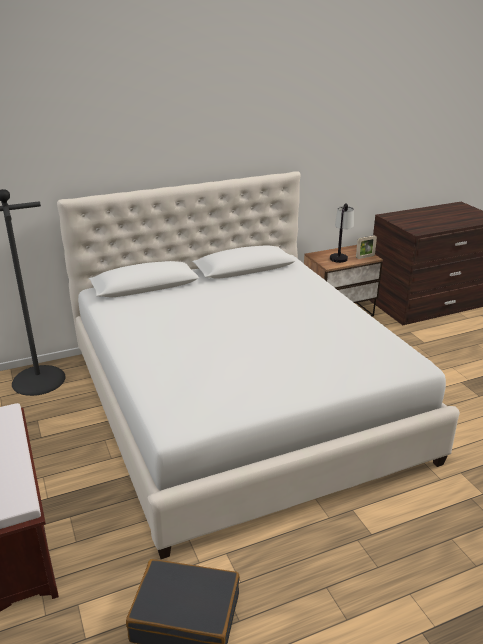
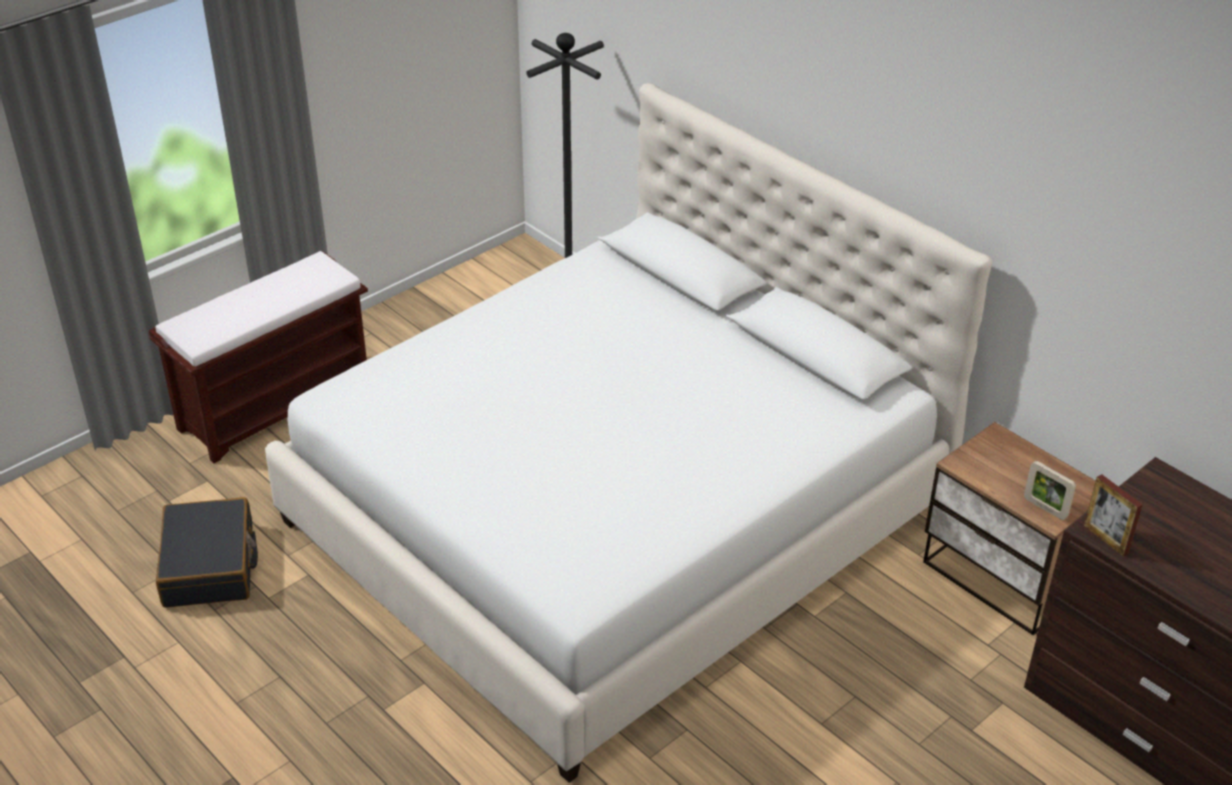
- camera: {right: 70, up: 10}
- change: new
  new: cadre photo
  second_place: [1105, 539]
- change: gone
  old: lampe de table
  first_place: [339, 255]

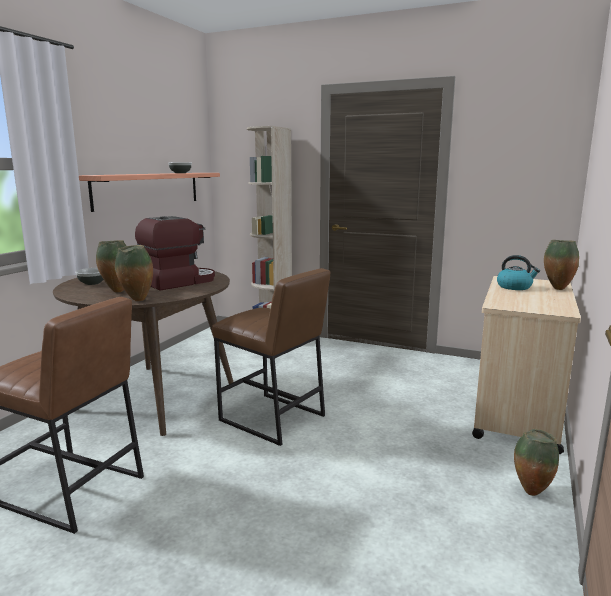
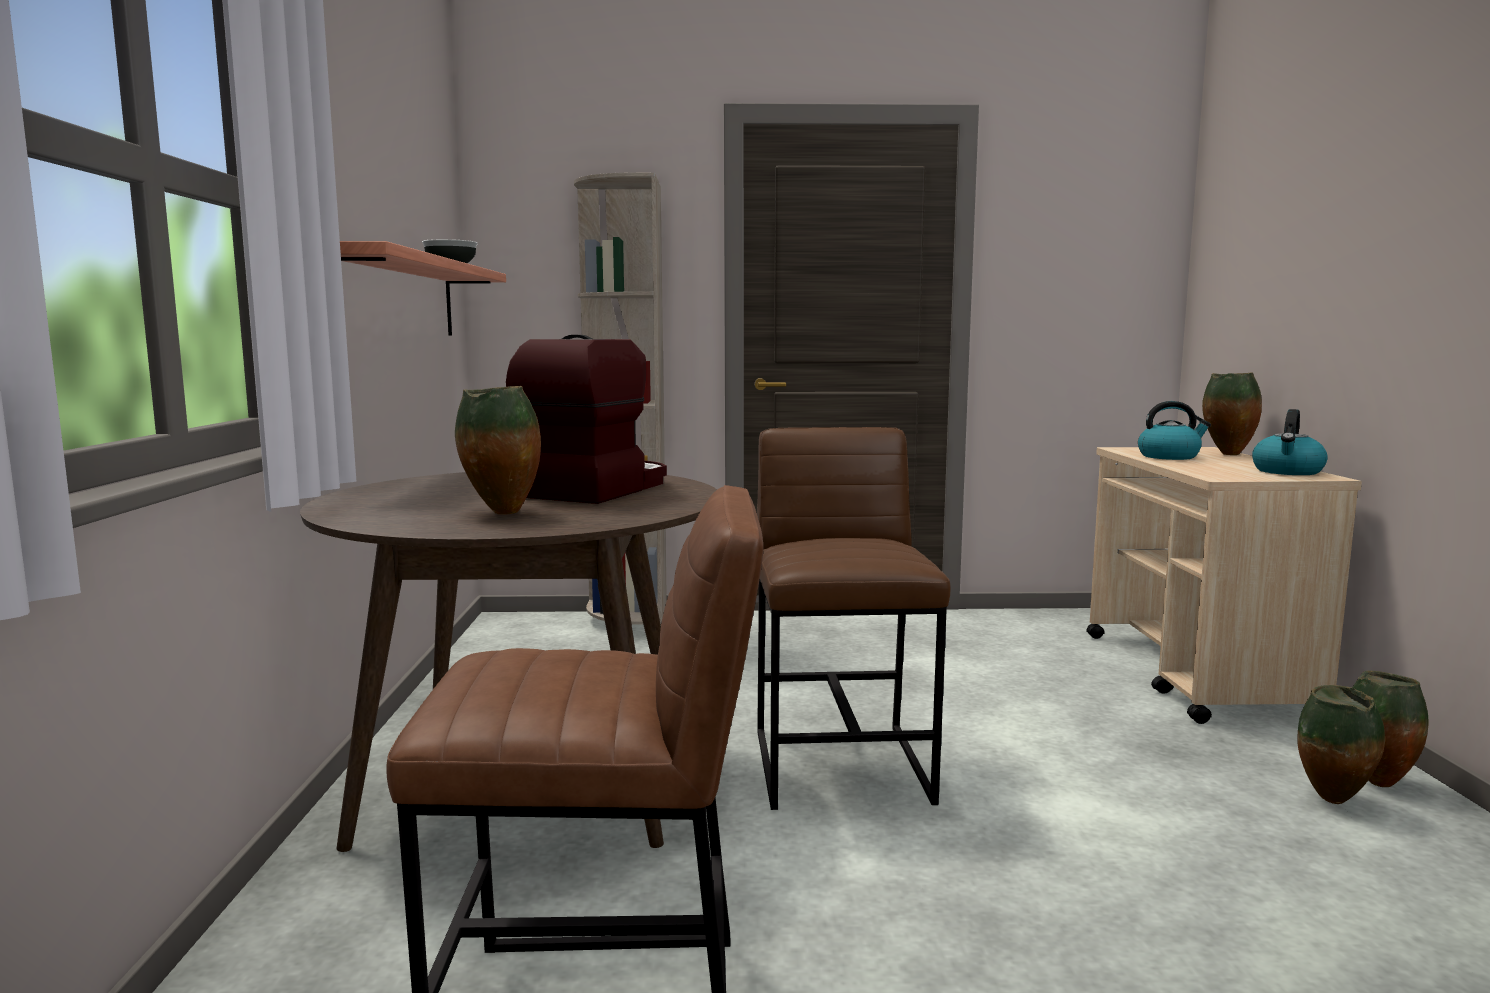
- camera: {right: -25, up: -5}
- change: rotated
  old: chaise (marron)
  first_place: [273, 418]
  second_place: [840, 763]
  degrees: -105
- change: new
  new: bouilloire
  second_place: [1287, 472]
- change: shifted
  old: vase
  first_place: [137, 300]
  second_place: [1334, 802]
- change: gone
  old: bol
  first_place: [93, 283]

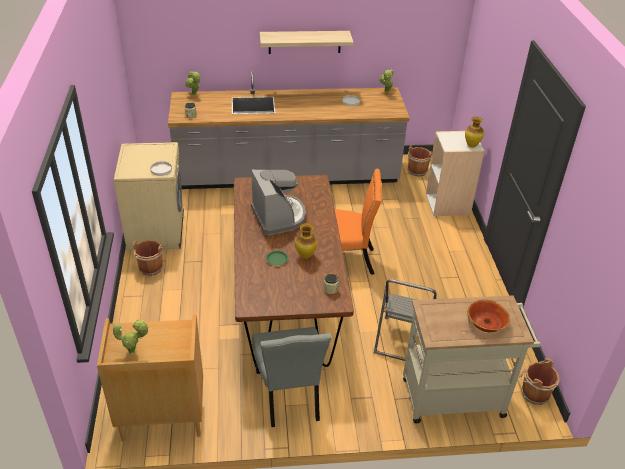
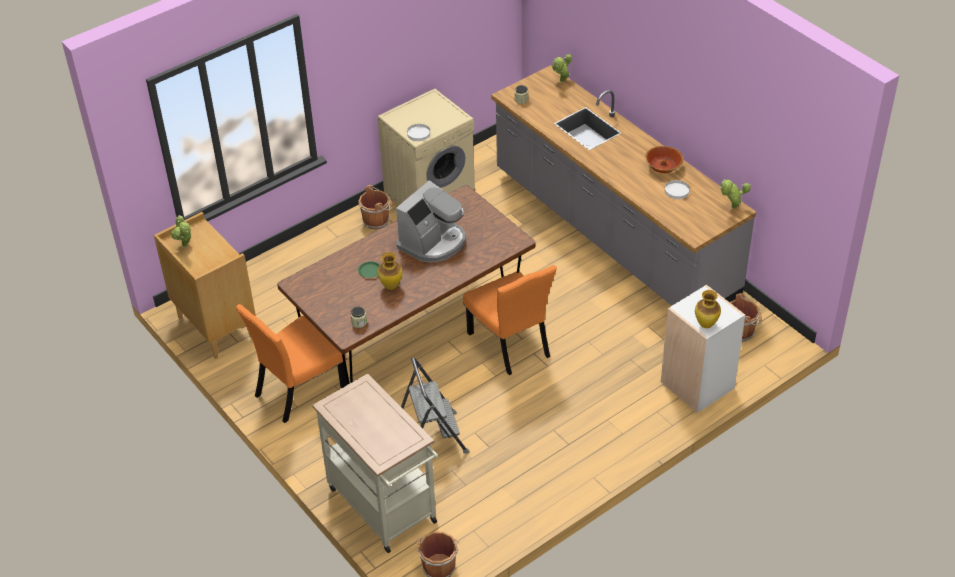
- camera: {right: 60, up: 5}
- change: repainted
  old: chaise (gris)
  new: chaise (orange)
  first_place: [289, 393]
  second_place: [300, 389]
- change: shifted
  old: bol
  first_place: [486, 323]
  second_place: [663, 166]
- change: gone
  old: étagère
  first_place: [304, 42]

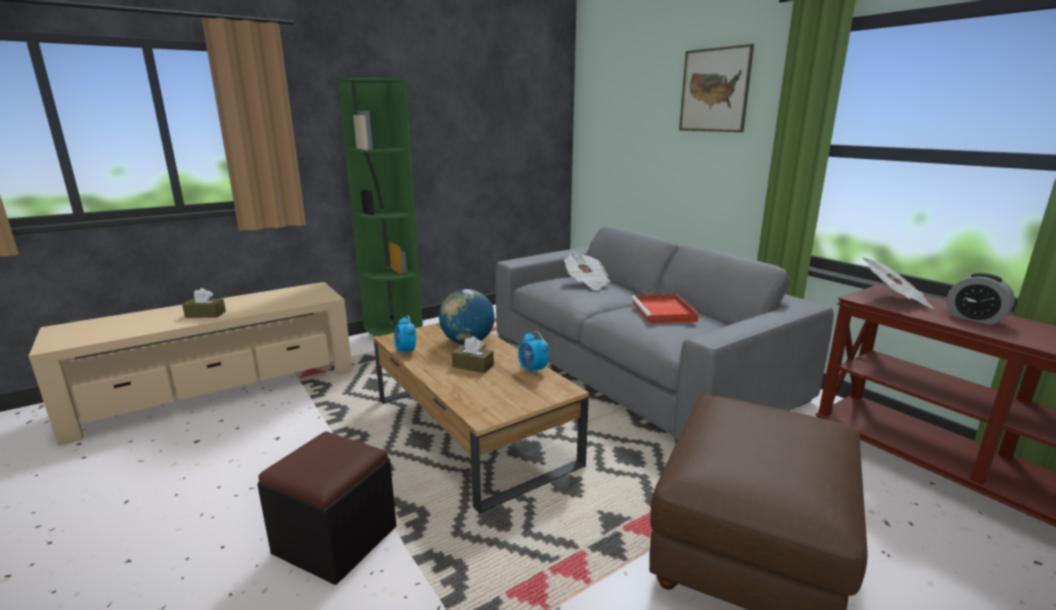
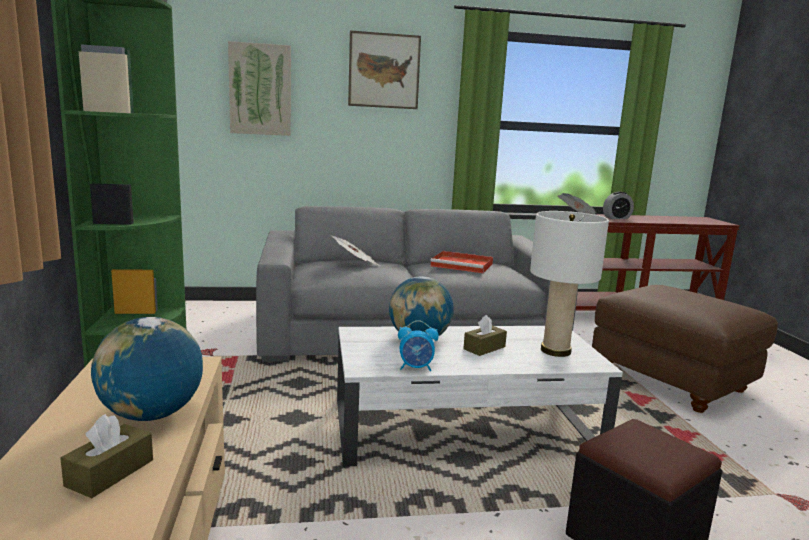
- camera: {right: -65, up: -5}
- change: new
  new: globe
  second_place: [151, 414]
- change: new
  new: tableau
  second_place: [260, 89]
- change: repainted
  old: table basse (marron)
  new: table basse (blanc)
  first_place: [472, 430]
  second_place: [466, 426]
- change: new
  new: lampe de table (blanc)
  second_place: [555, 351]
- change: gone
  old: réveil
  first_place: [532, 370]

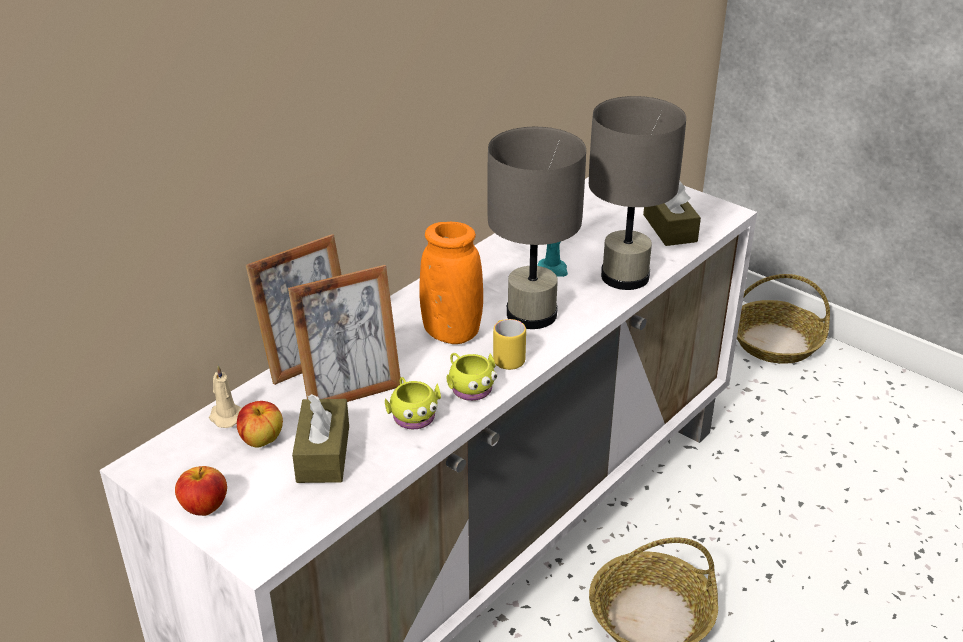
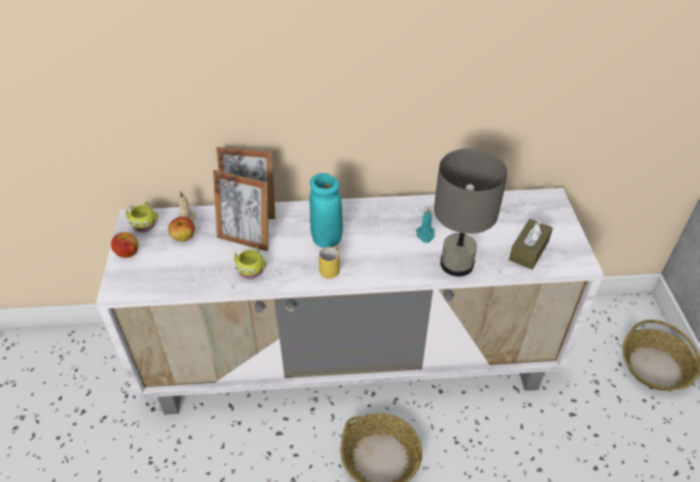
- camera: {right: 45, up: 10}
- change: shifted
  old: mug (jaune)
  first_place: [469, 387]
  second_place: [145, 223]
- change: repainted
  old: vase (orange)
  new: vase (turquoise)
  first_place: [452, 333]
  second_place: [326, 238]
- change: gone
  old: boîte à mouchoirs (marron)
  first_place: [323, 454]
- change: gone
  old: lampe de table (gris)
  first_place: [531, 314]

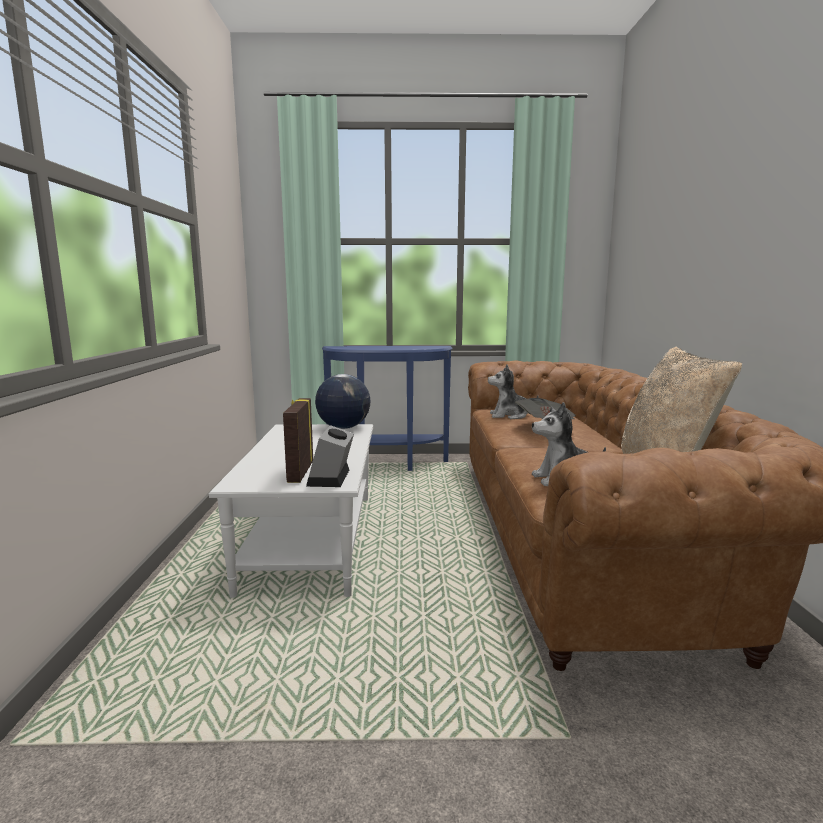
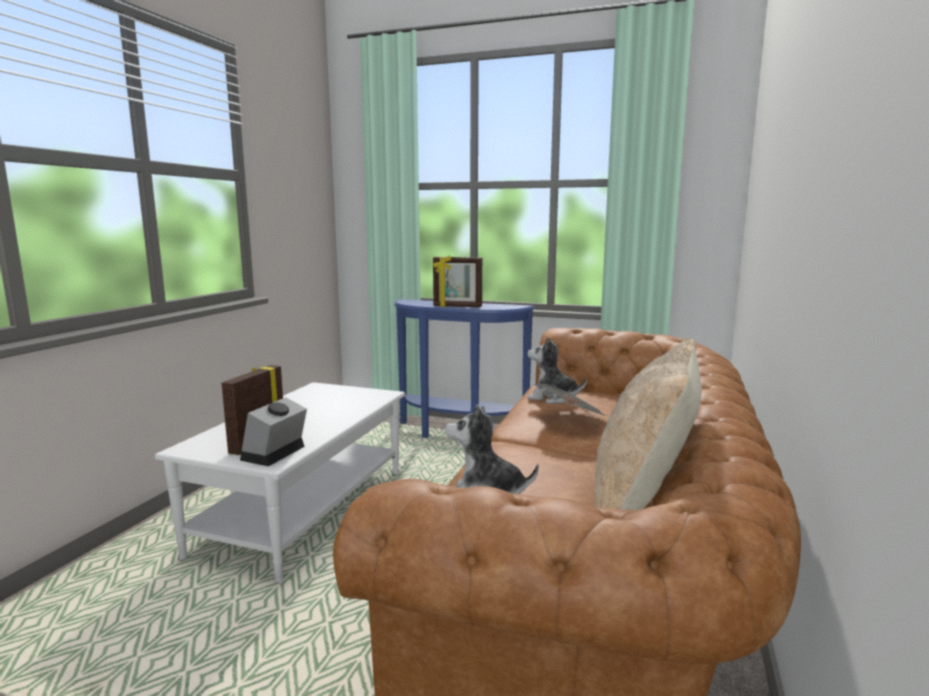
- camera: {right: 20, up: 0}
- change: new
  new: cadre photo
  second_place: [457, 306]
- change: gone
  old: globe
  first_place: [344, 428]

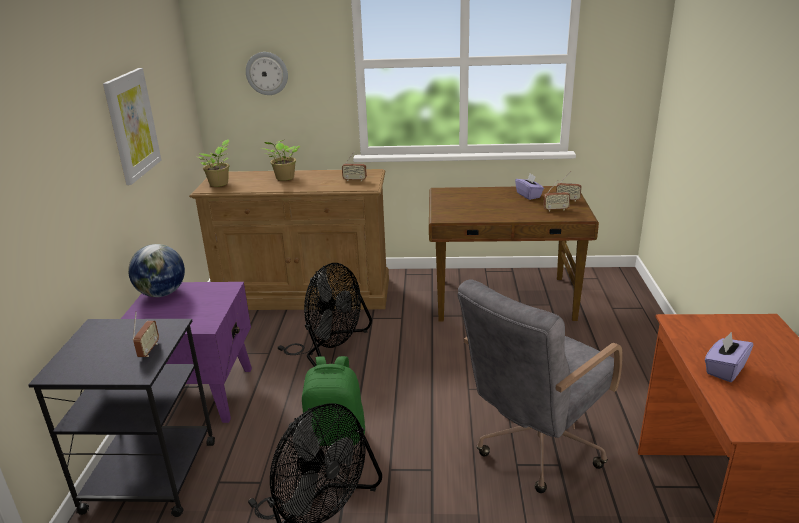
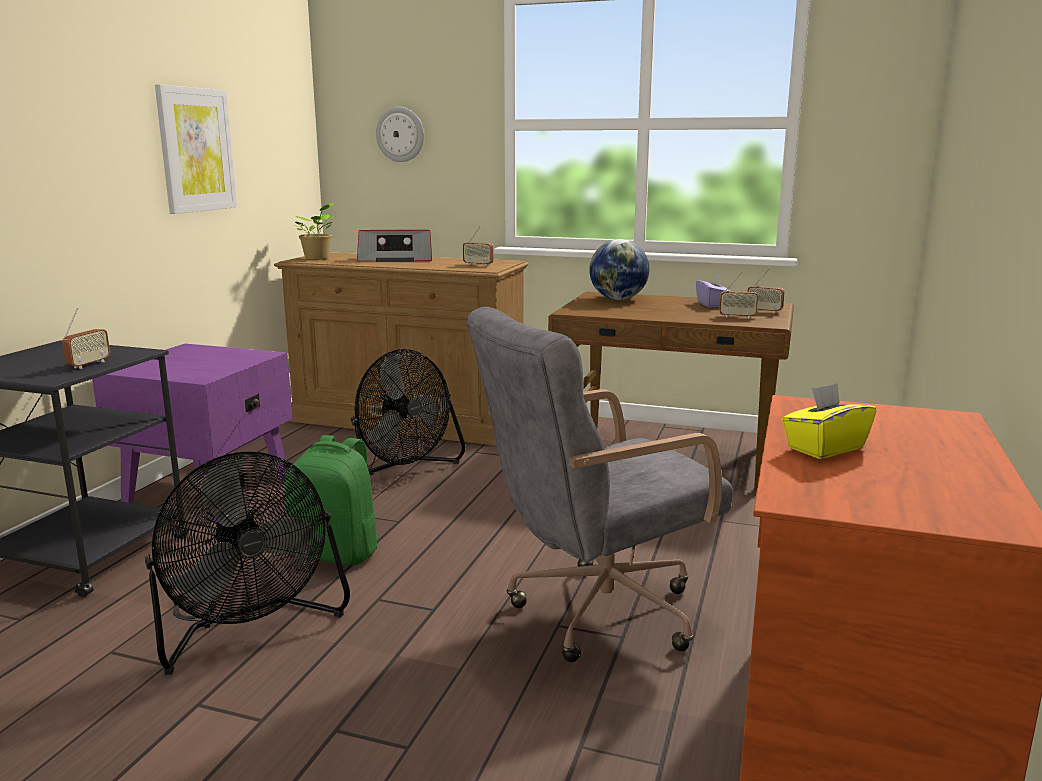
- camera: {right: 15, up: -10}
- change: swapped
  old: plante en pot
  new: radio
  first_place: [284, 178]
  second_place: [396, 259]
- change: shifted
  old: globe
  first_place: [161, 294]
  second_place: [618, 299]
- change: repainted
  old: boîte à mouchoirs (violet)
  new: boîte à mouchoirs (jaune)
  first_place: [724, 369]
  second_place: [824, 448]

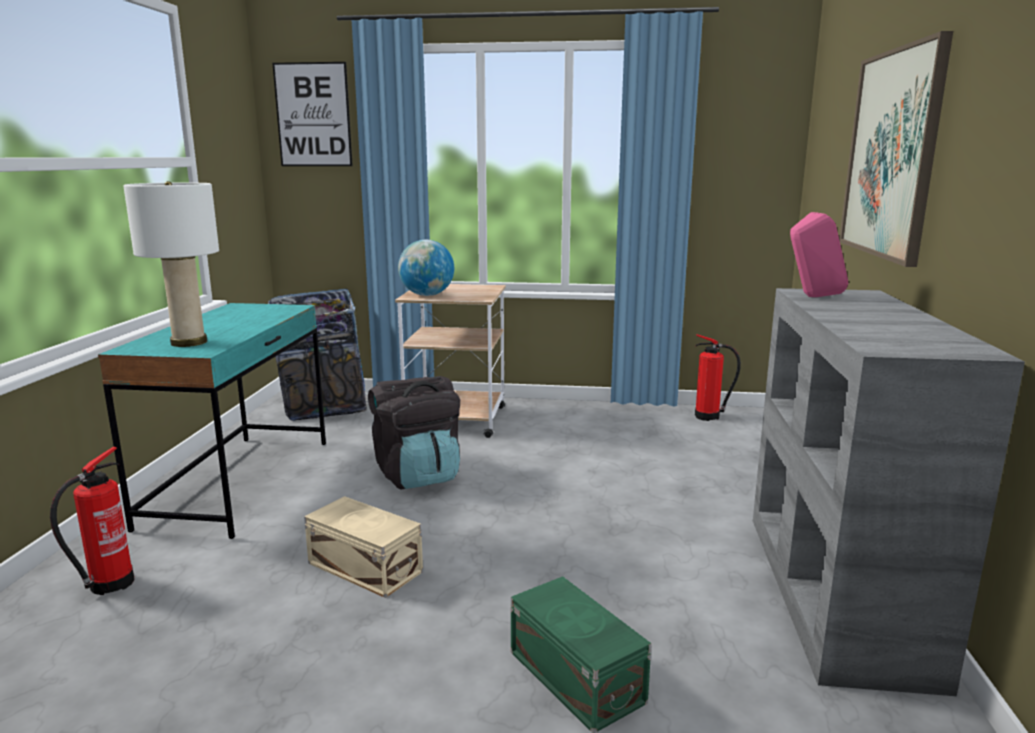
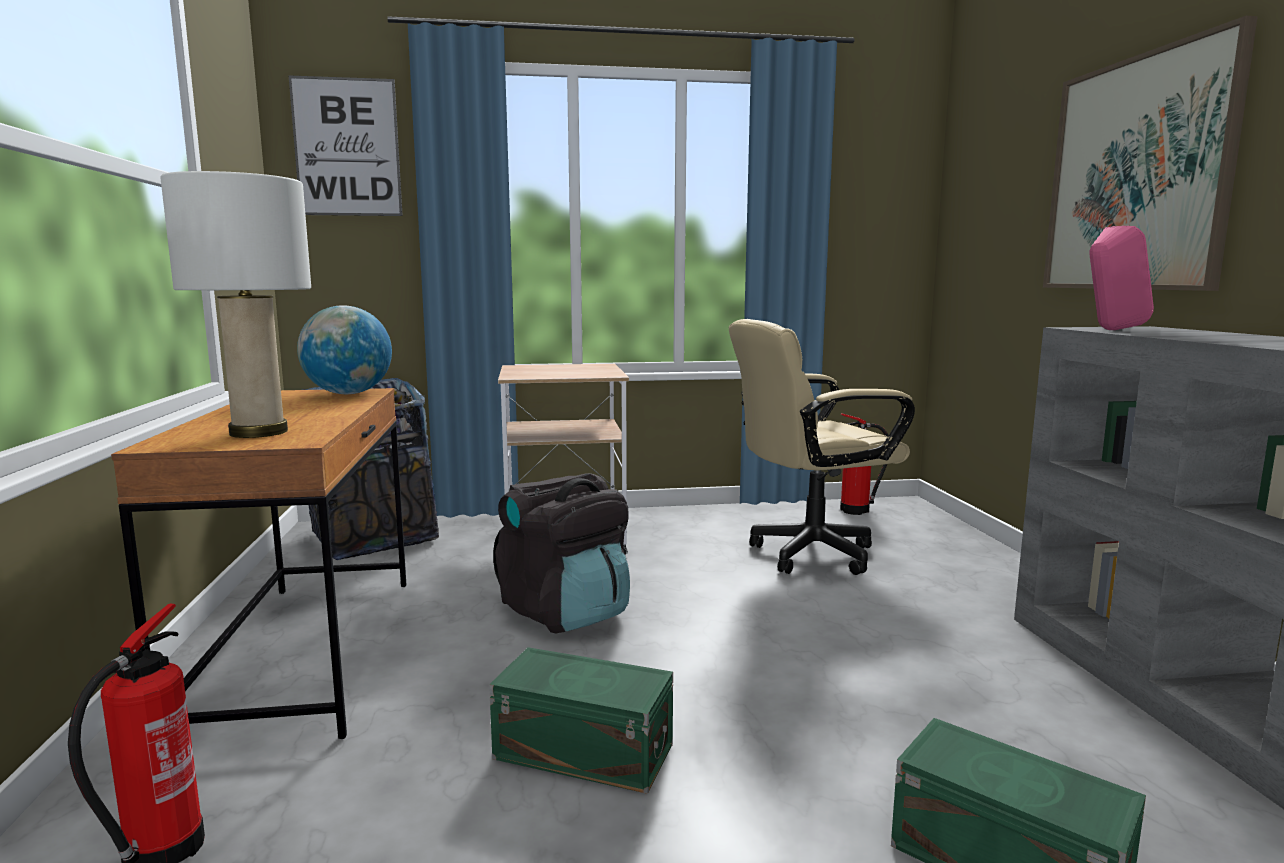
- camera: {right: -15, up: -5}
- change: repainted
  old: bureau (turquoise)
  new: bureau (marron)
  first_place: [240, 482]
  second_place: [307, 651]
- change: shifted
  old: globe
  first_place: [427, 295]
  second_place: [348, 393]
- change: repainted
  old: boîte de rangement (beige)
  new: boîte de rangement (vert)
  first_place: [365, 566]
  second_place: [582, 749]
- change: new
  new: chaise de bureau (beige)
  second_place: [807, 556]

